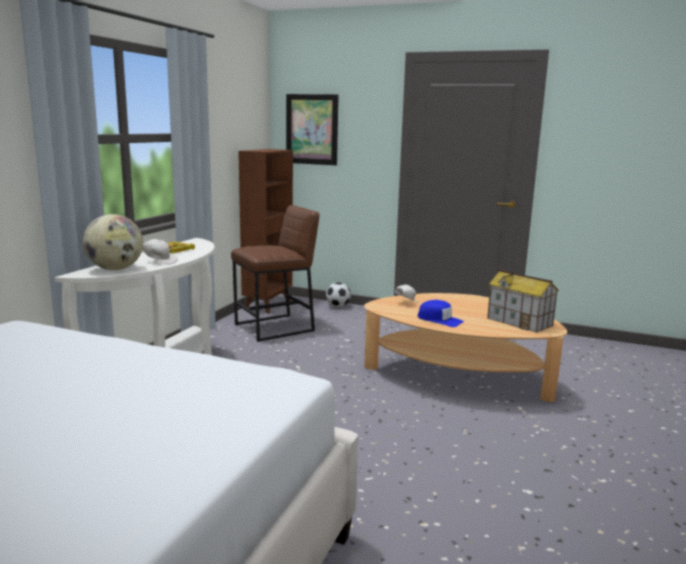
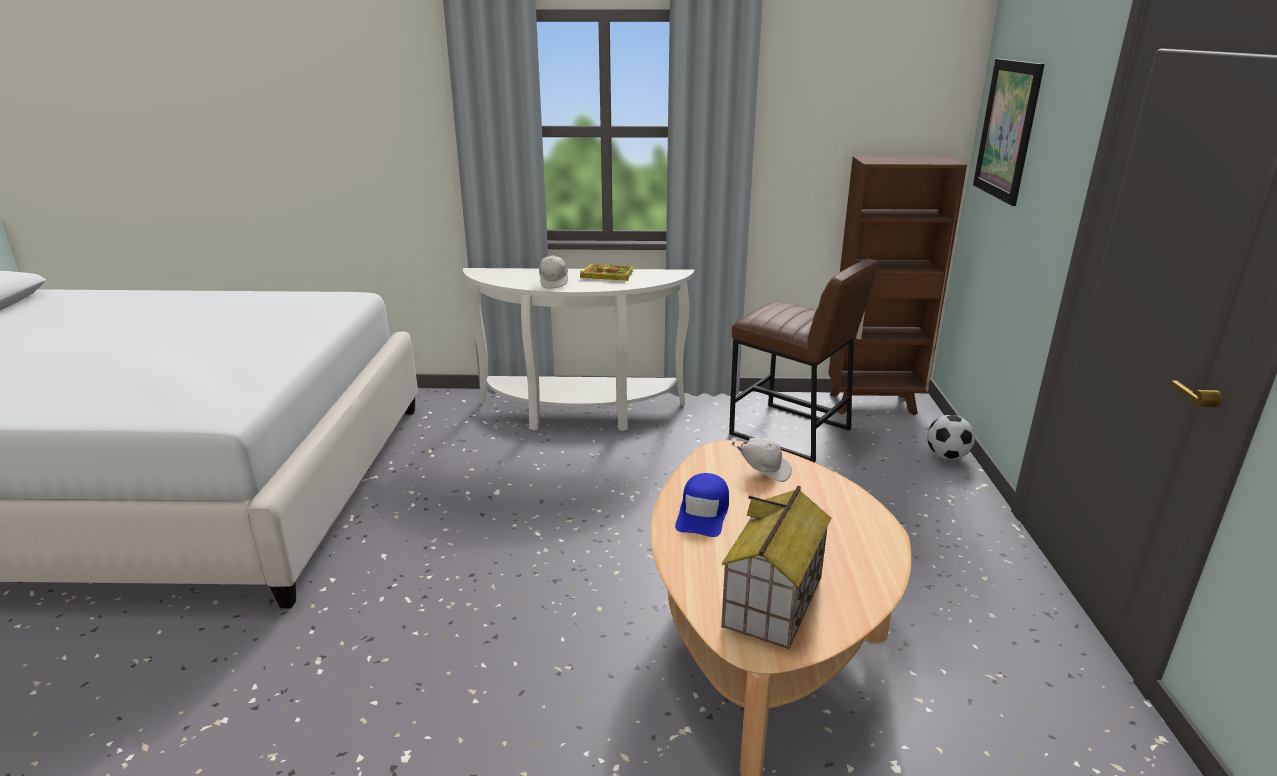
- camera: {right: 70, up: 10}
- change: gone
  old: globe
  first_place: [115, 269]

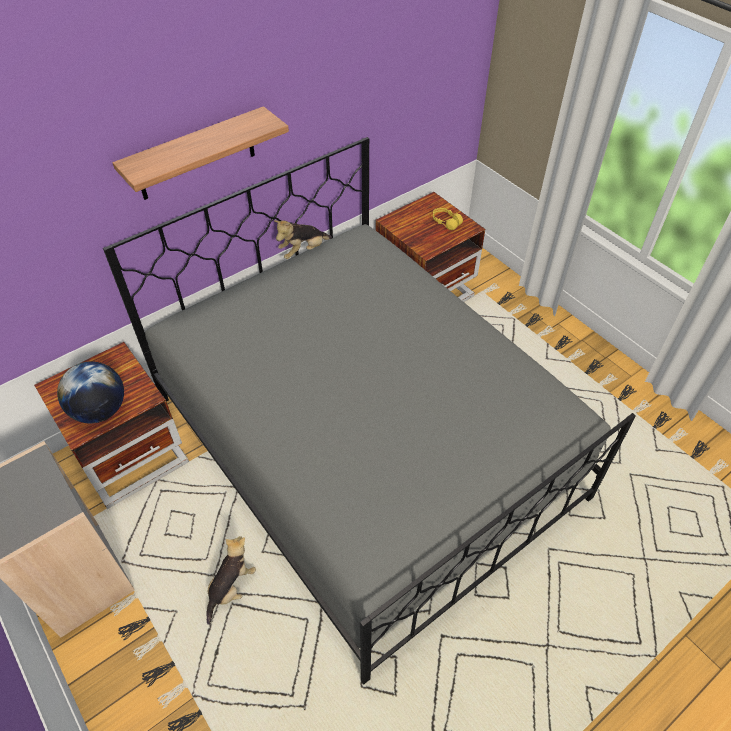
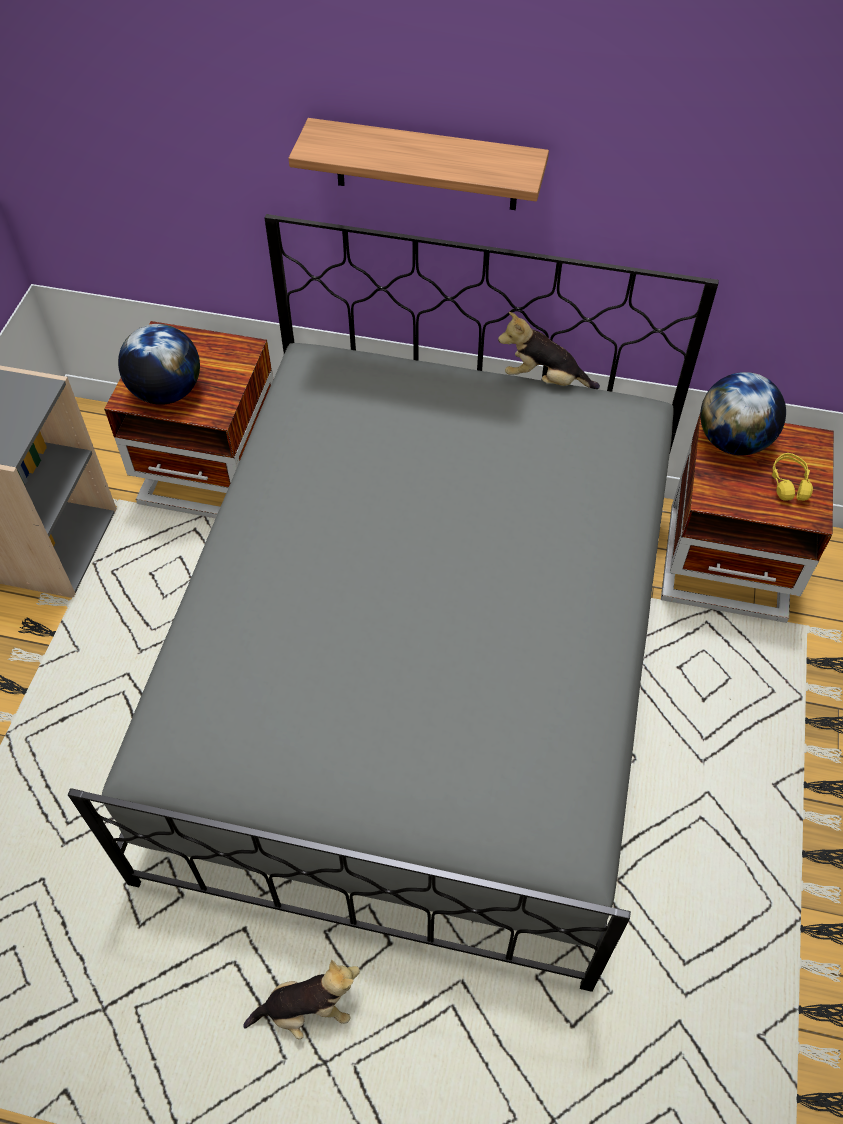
- camera: {right: 50, up: 5}
- change: shifted
  old: peluche
  first_place: [231, 587]
  second_place: [308, 1009]
- change: new
  new: globe
  second_place: [733, 441]

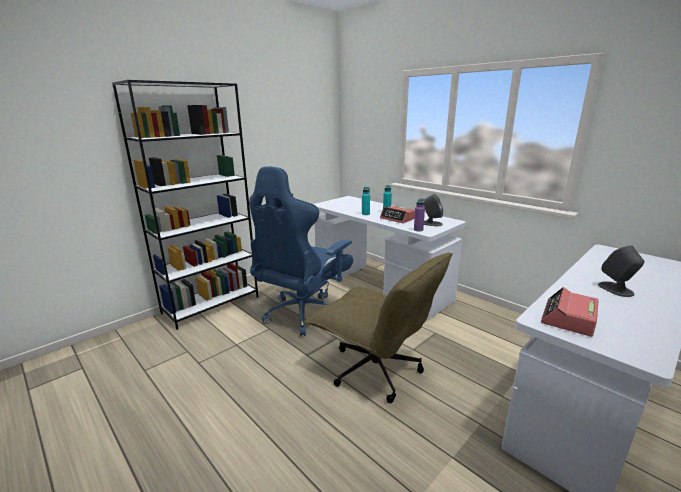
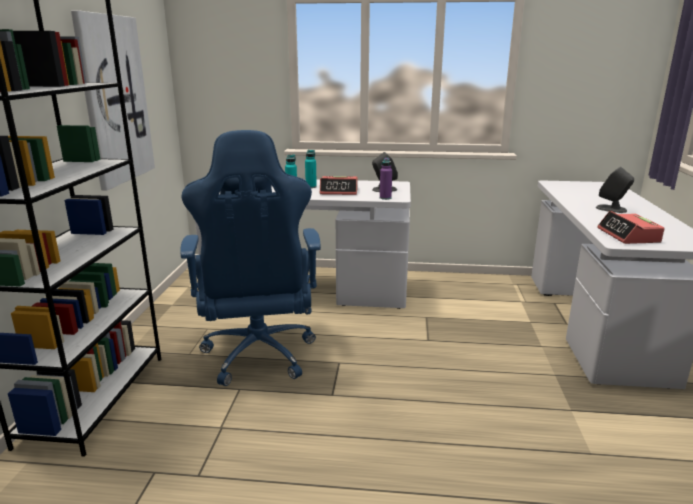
- camera: {right: -40, up: 0}
- change: new
  new: tableau
  second_place: [114, 100]
- change: gone
  old: chaise de bureau (beige)
  first_place: [374, 369]

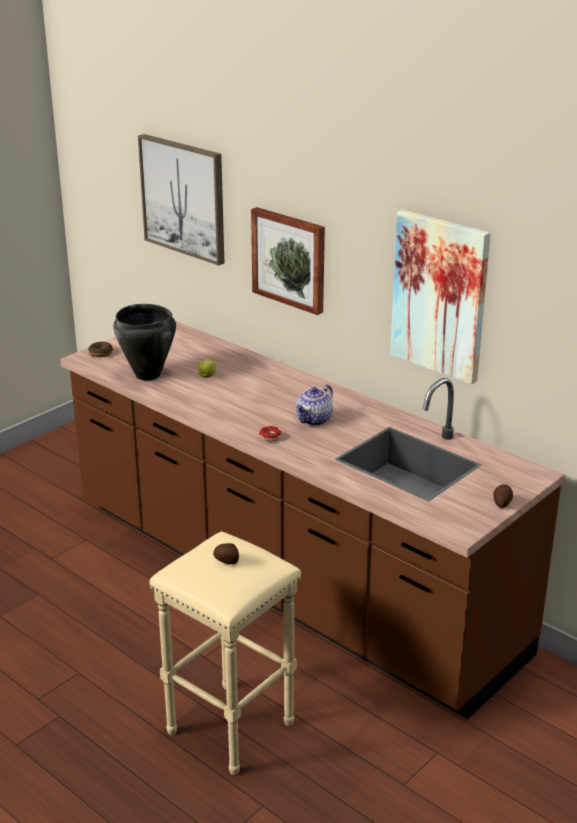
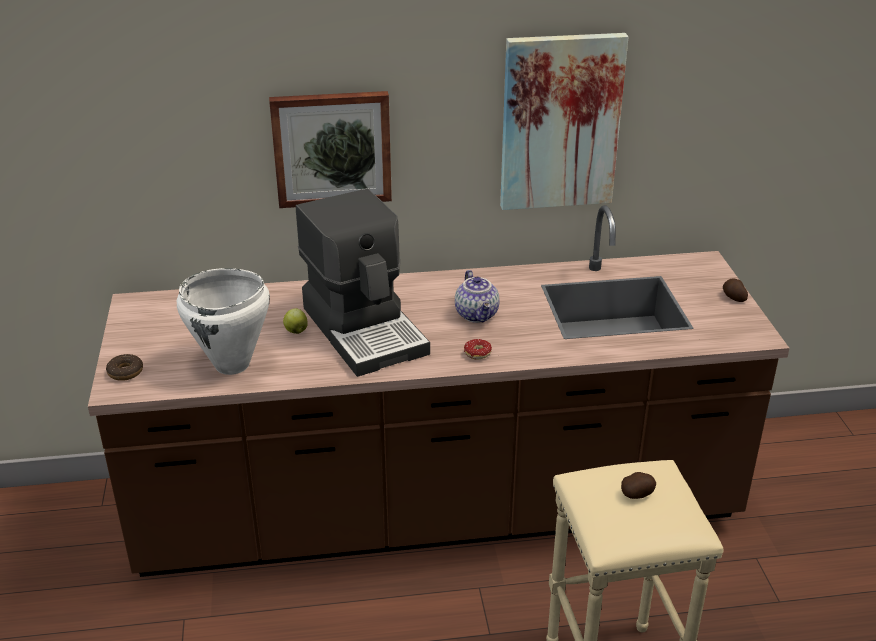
- camera: {right: -50, up: 5}
- change: repainted
  old: marmite (noir)
  new: marmite (blanc)
  first_place: [147, 375]
  second_place: [232, 365]
- change: new
  new: machine à café
  second_place: [365, 329]
- change: gone
  old: tableau
  first_place: [184, 198]

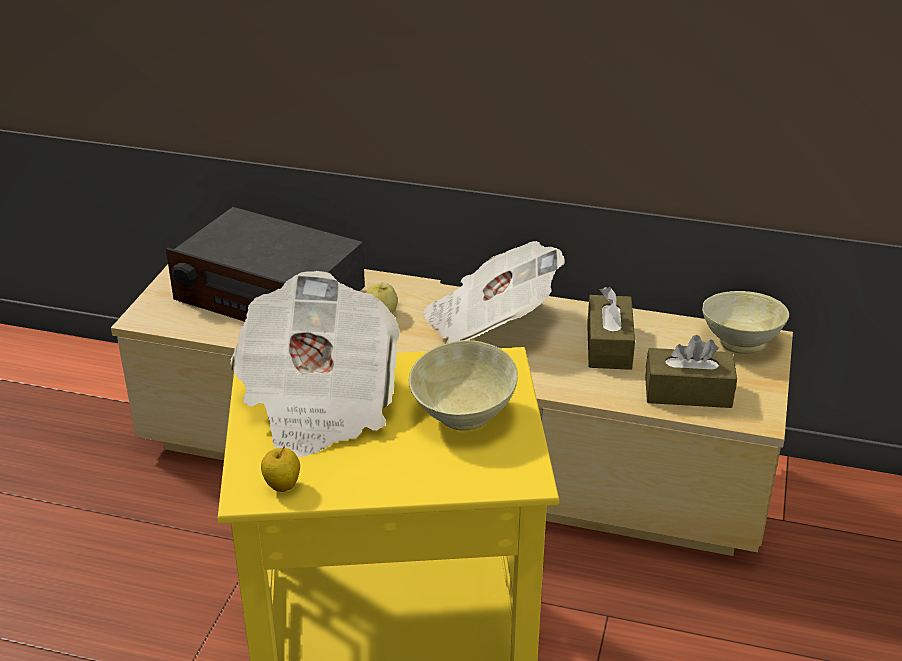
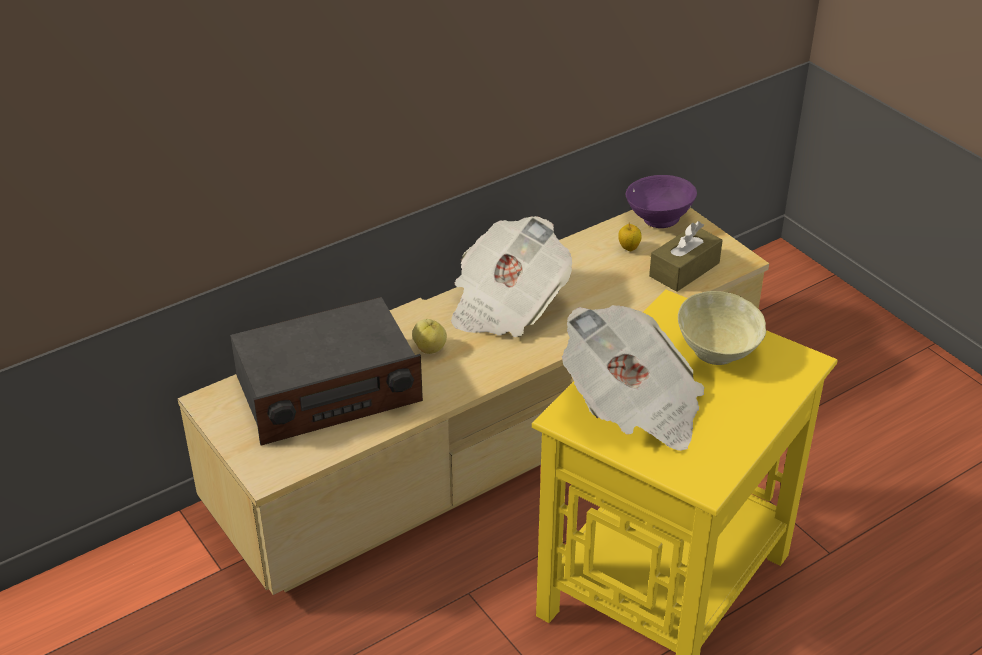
- camera: {right: -50, up: 5}
- change: shifted
  old: pomme
  first_place: [282, 486]
  second_place: [628, 248]
- change: repainted
  old: bol (beige)
  new: bol (violet)
  first_place: [741, 342]
  second_place: [658, 218]
- change: gone
  old: boîte à mouchoirs (marron)
  first_place: [609, 345]

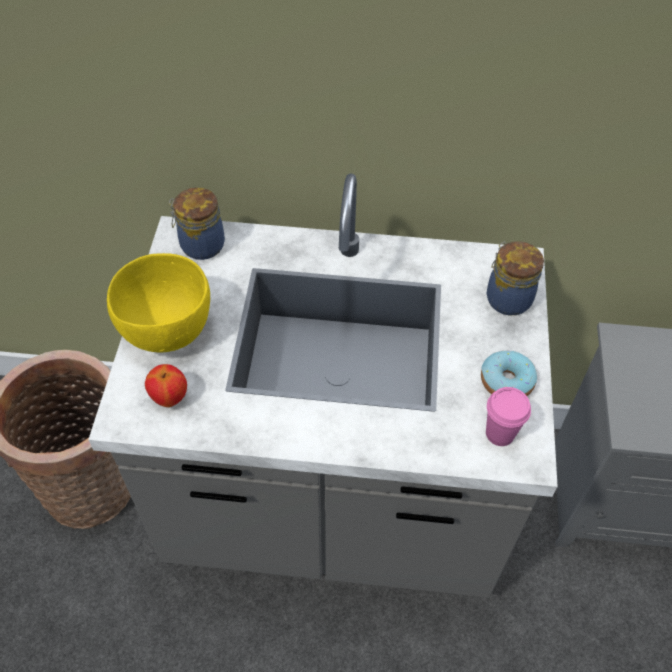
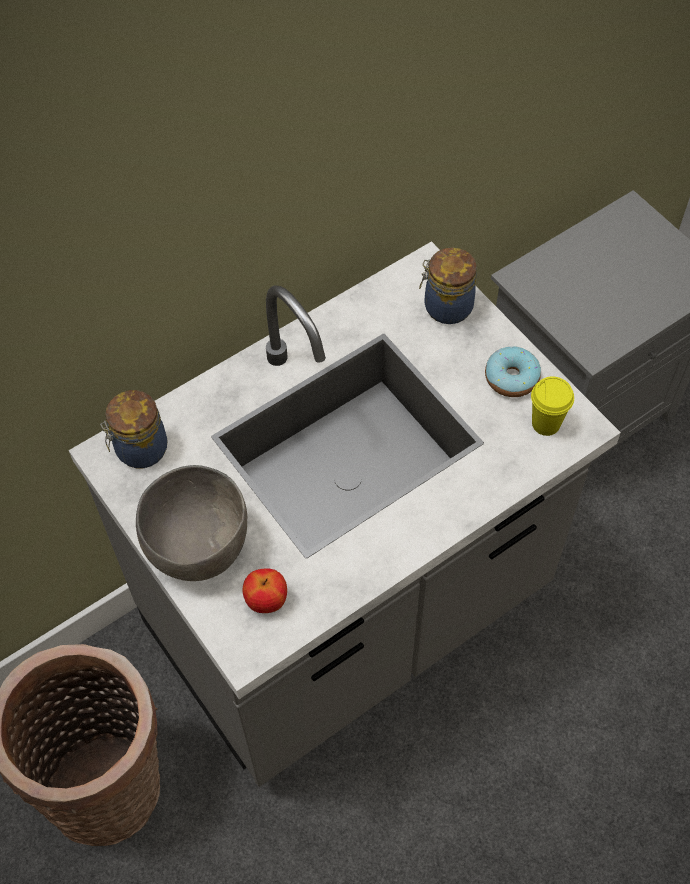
- camera: {right: -40, up: 5}
- change: repainted
  old: bol (jaune)
  new: bol (gris)
  first_place: [166, 331]
  second_place: [198, 549]
- change: repainted
  old: tasse (rose)
  new: tasse (jaune)
  first_place: [499, 433]
  second_place: [546, 424]

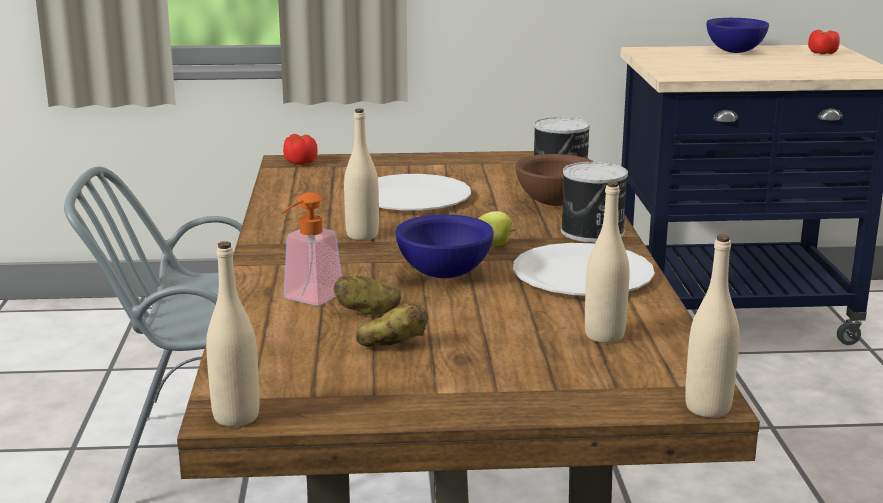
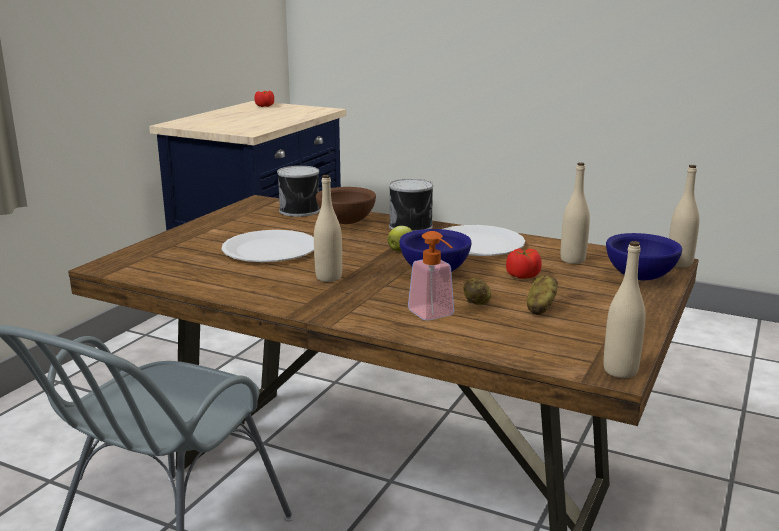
- camera: {right: -60, up: 0}
- change: shifted
  old: tomate
  first_place: [300, 162]
  second_place: [522, 276]
- change: shifted
  old: bol (bleu)
  first_place: [734, 51]
  second_place: [639, 277]

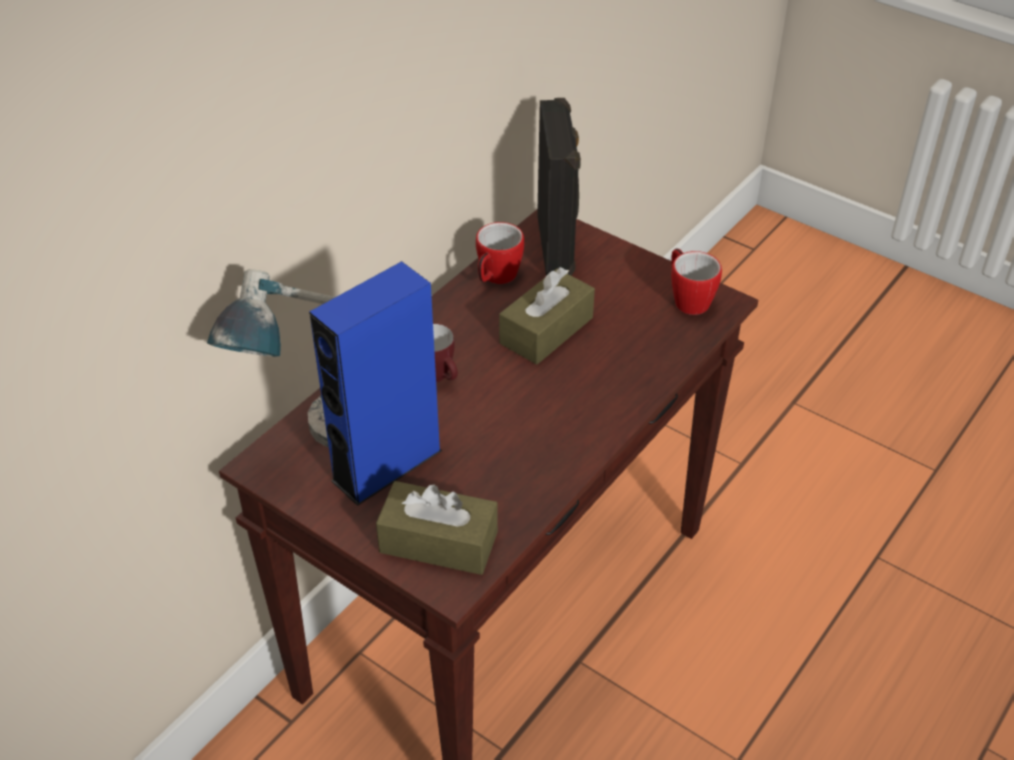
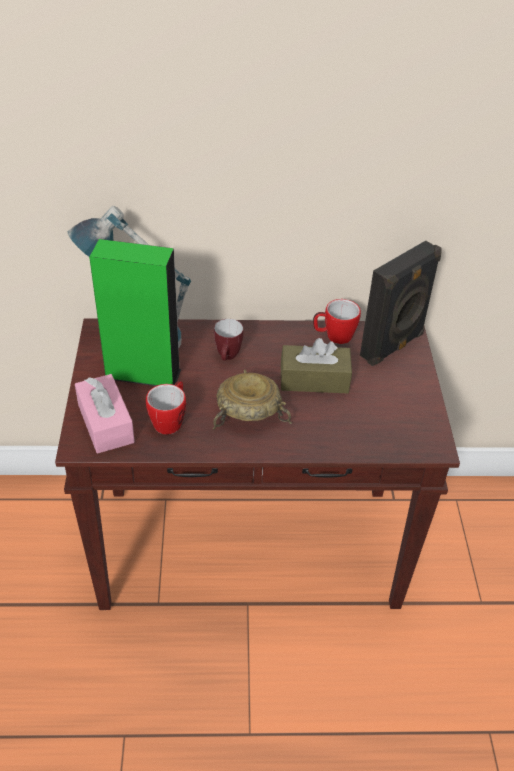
- camera: {right: 50, up: 0}
- change: repainted
  old: boîte à mouchoirs (marron)
  new: boîte à mouchoirs (rose)
  first_place: [438, 542]
  second_place: [105, 423]
- change: repainted
  old: enceinte (bleu)
  new: enceinte (vert)
  first_place: [387, 465]
  second_place: [142, 374]
- change: shifted
  old: mug
  first_place: [687, 299]
  second_place: [170, 420]
- change: new
  new: bol (beige)
  second_place: [249, 413]

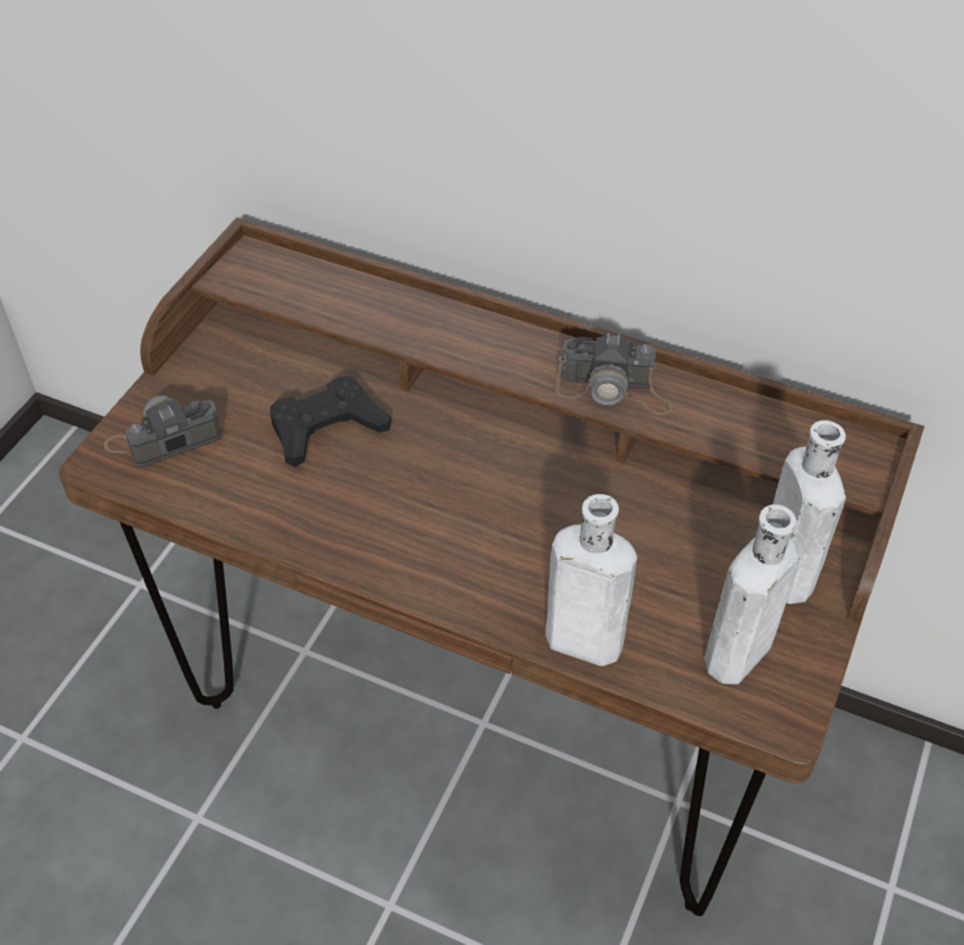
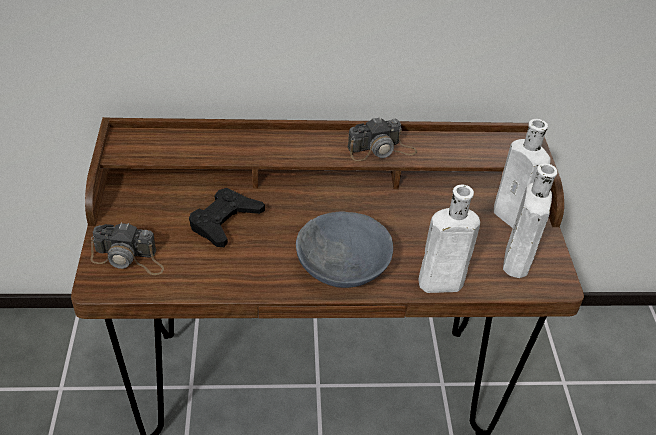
- camera: {right: -30, up: -5}
- change: rotated
  old: appareil photo
  first_place: [164, 438]
  second_place: [129, 258]
  degrees: -120
- change: new
  new: bol (gris)
  second_place: [343, 267]

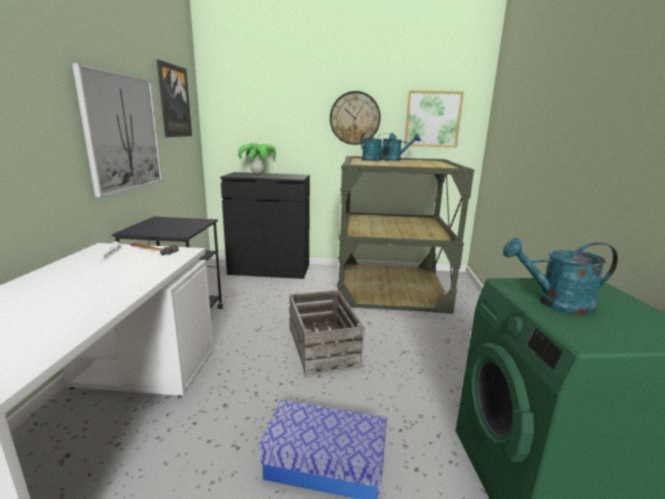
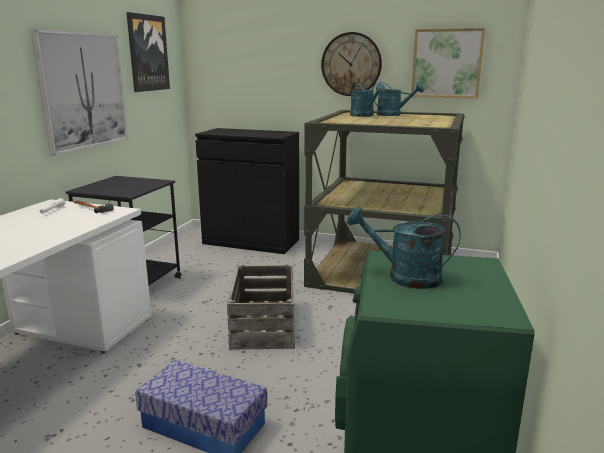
- camera: {right: 15, up: 0}
- change: gone
  old: plante en pot
  first_place: [257, 174]

